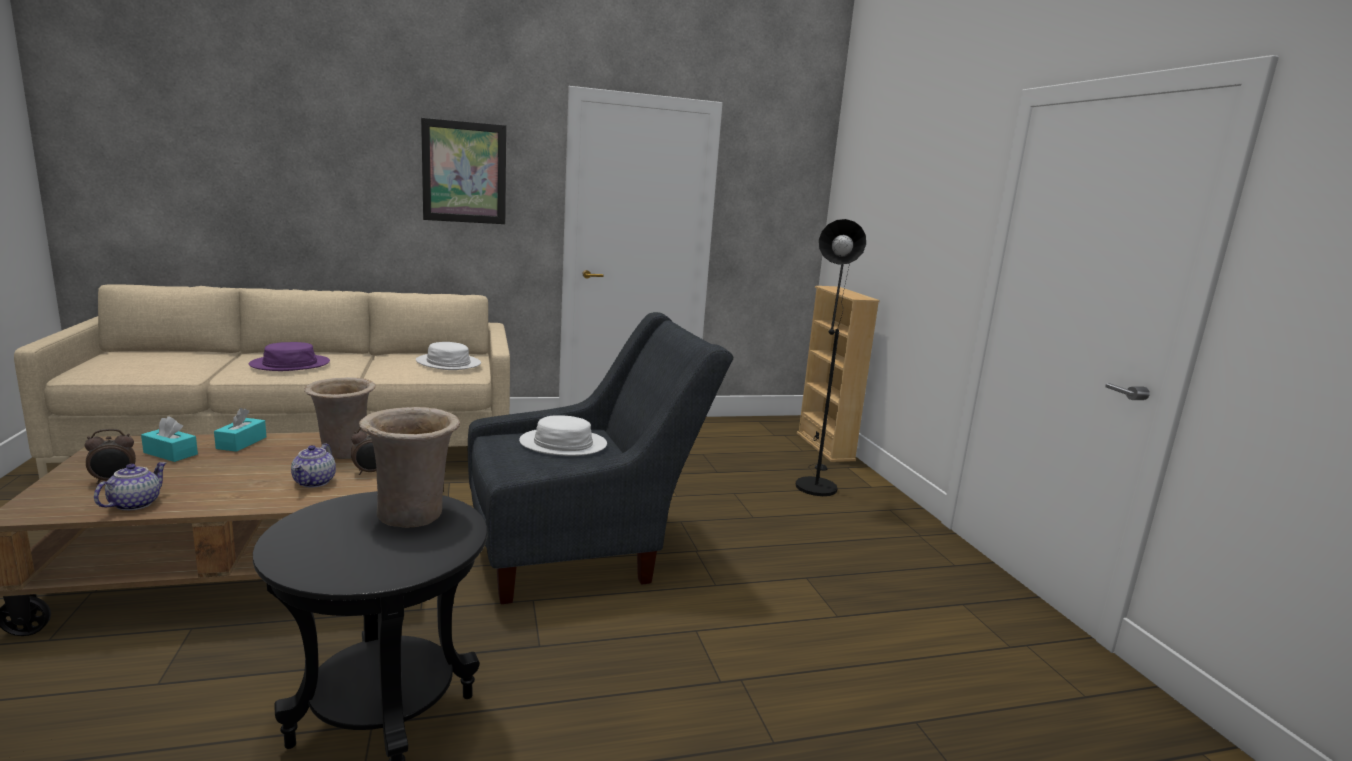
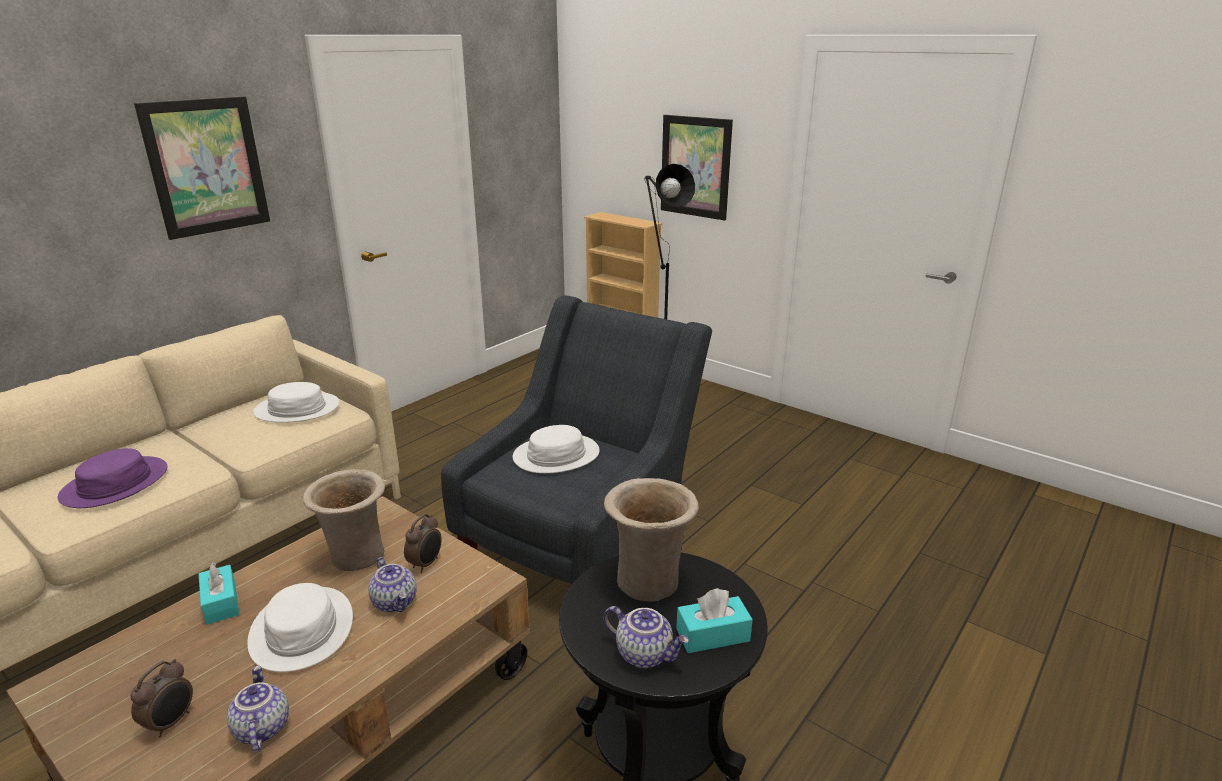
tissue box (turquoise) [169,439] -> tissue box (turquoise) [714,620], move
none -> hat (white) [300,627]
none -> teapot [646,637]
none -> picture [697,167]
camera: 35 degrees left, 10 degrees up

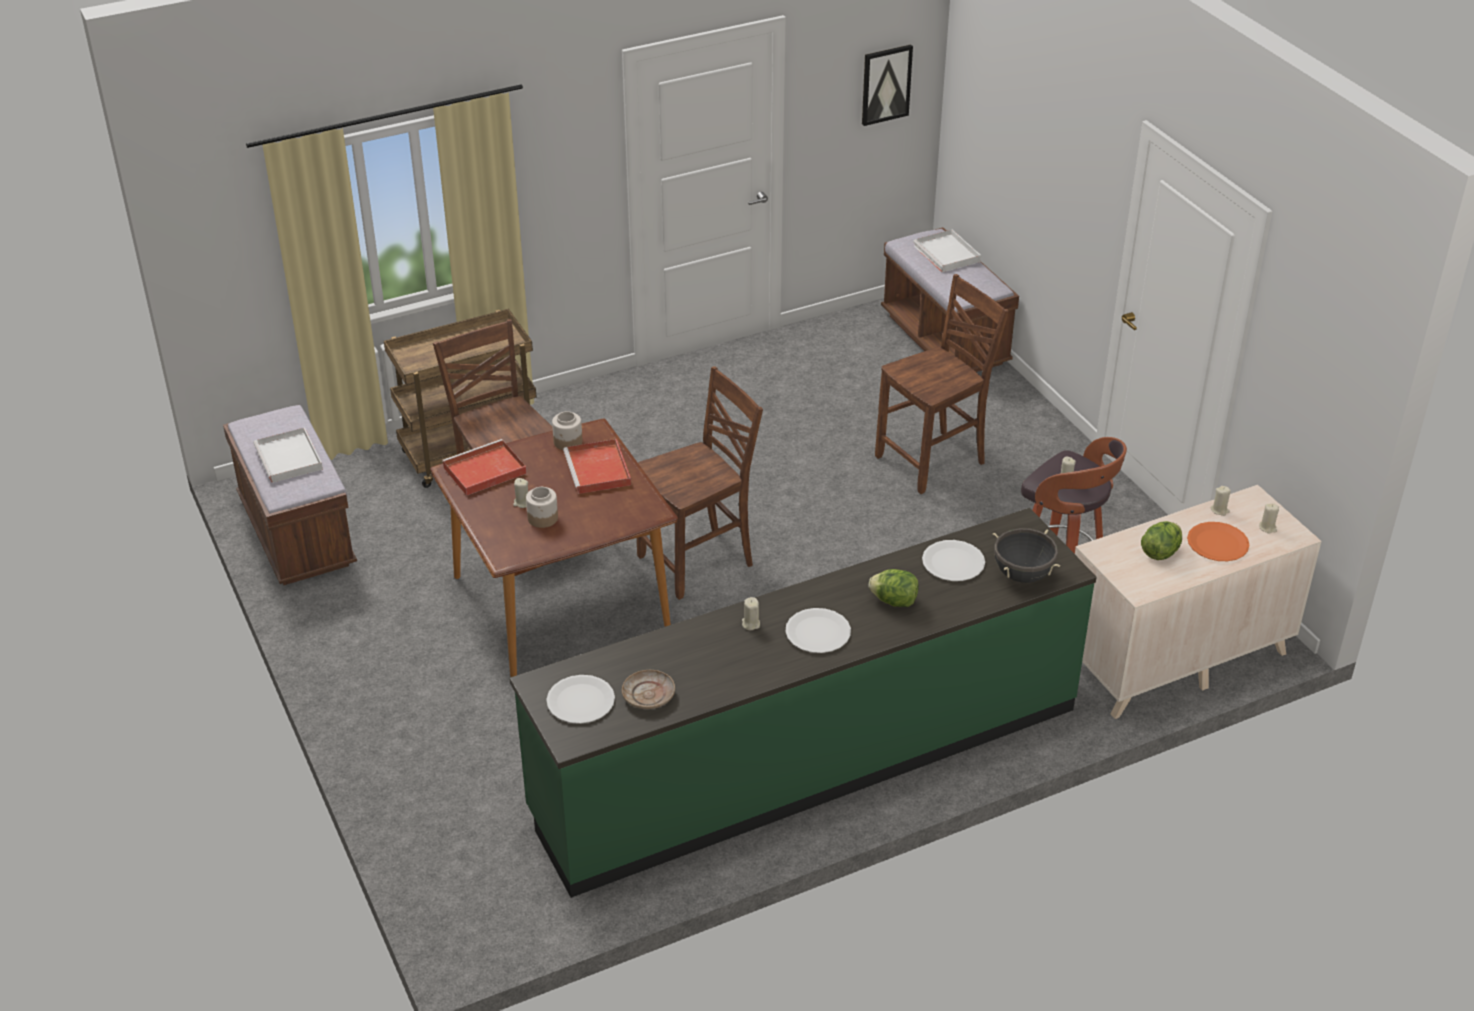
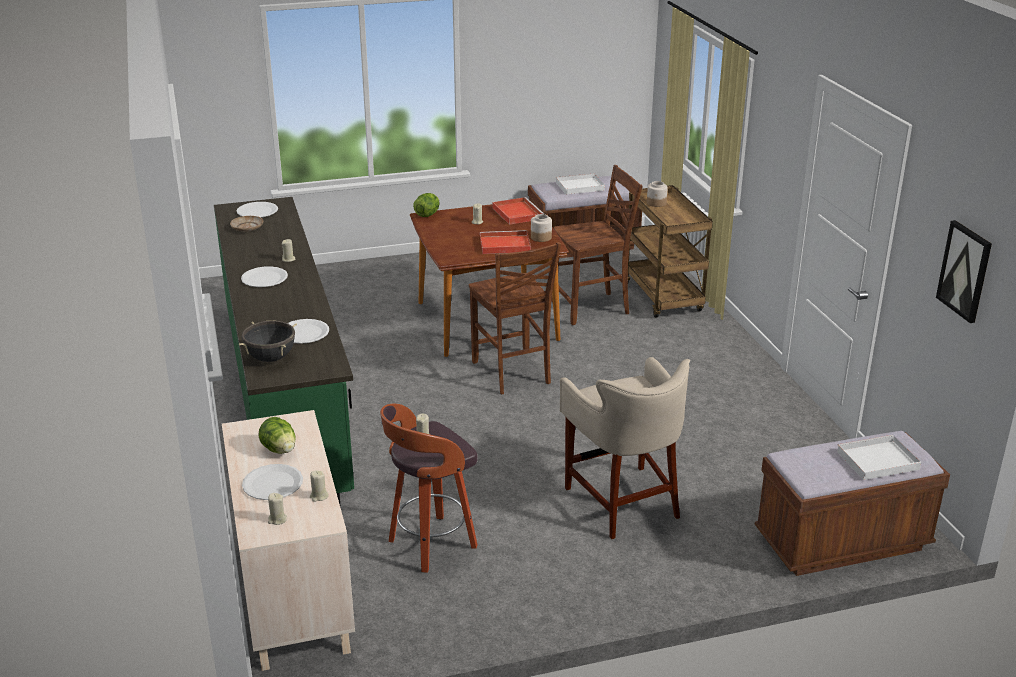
jar [542,507] -> jar [657,194], move
lettuce [893,588] -> lettuce [426,205], move
chair (brown) [942,384] -> stool (beige) [625,448]
plate (orange) [1218,541] -> plate (white) [272,482]
camera: 100 degrees right, 10 degrees down

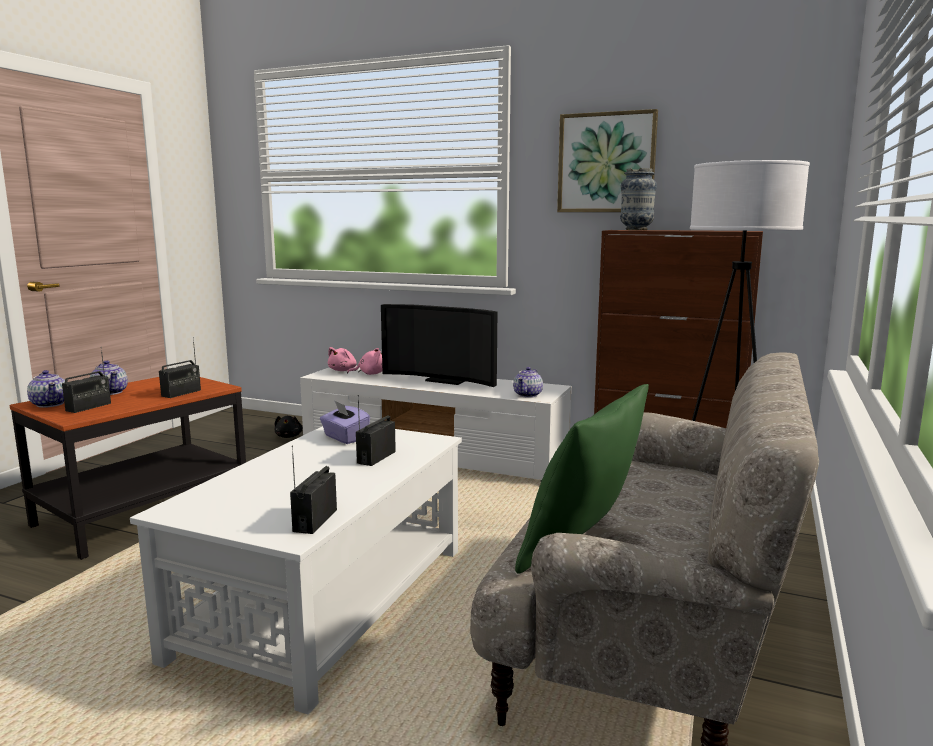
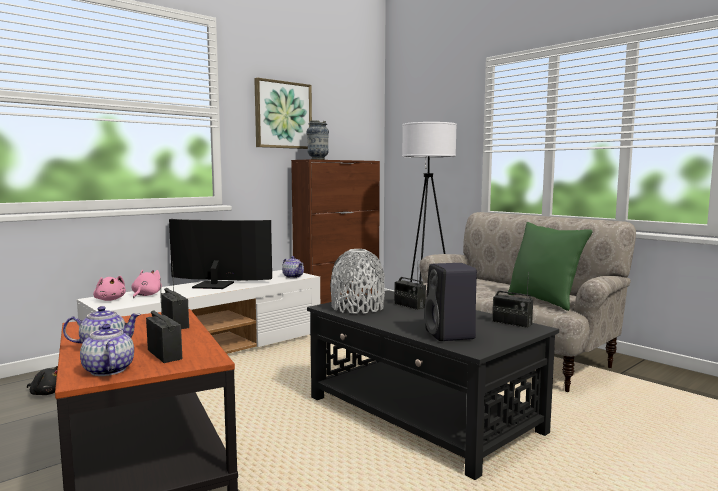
teapot [46,389] -> teapot [107,350], 105 degrees counterclockwise
coffee table (white) [296,570] -> coffee table (black) [433,385]
tissue box (purple) [345,422] -> vase (grey) [357,281]
television [439,345] -> television [220,254], 135 degrees counterclockwise
none -> speaker (black) [450,302]
camera: 65 degrees left, 5 degrees down

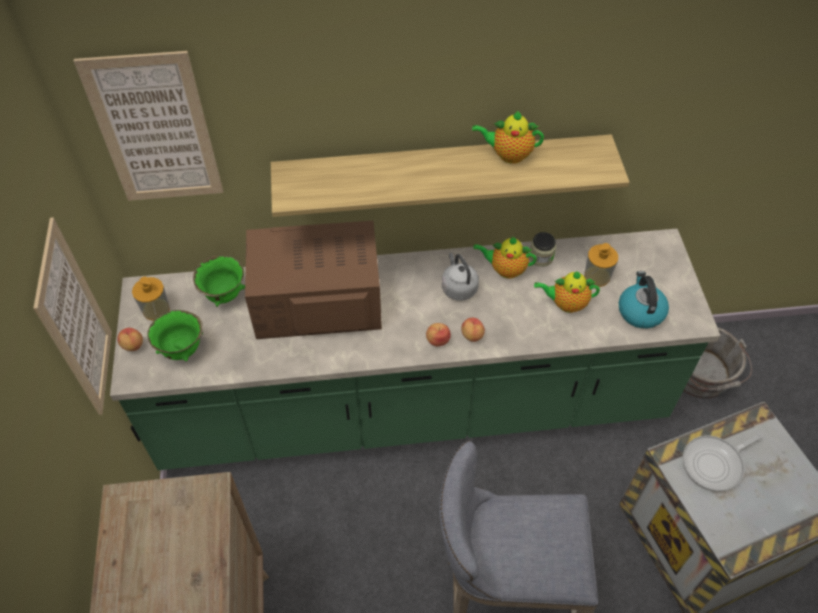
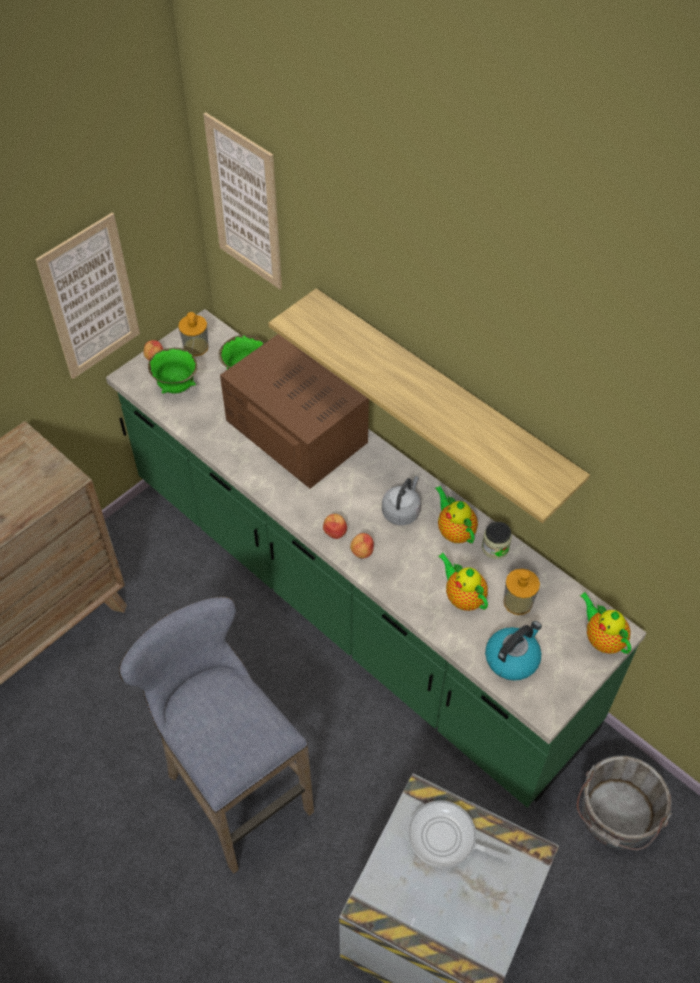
teapot [508,137] -> teapot [605,623], move
camera: 50 degrees right, 0 degrees up

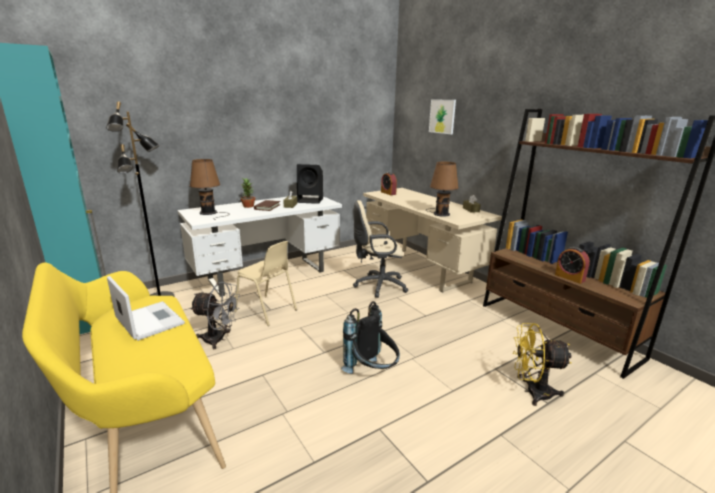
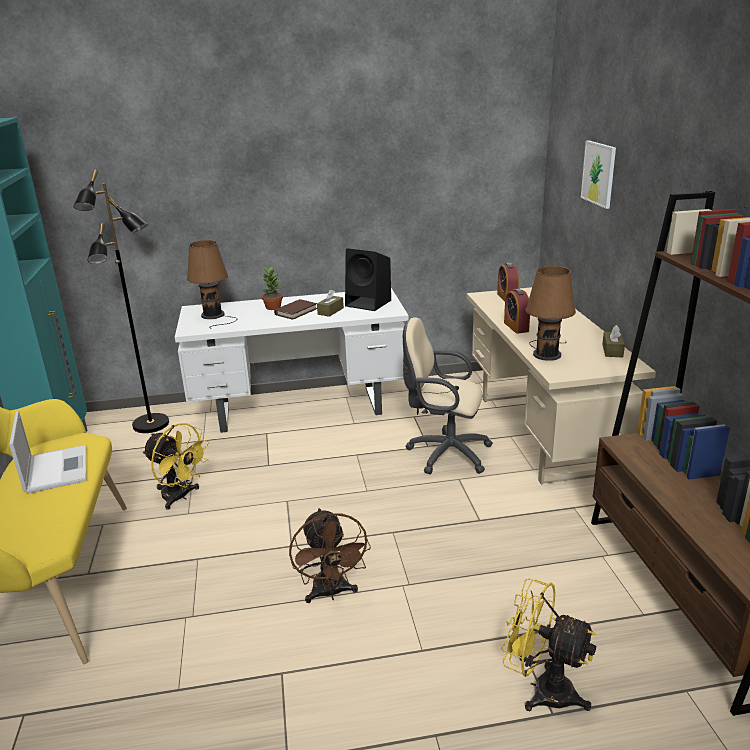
fan (grey) [215,315] -> fan (yellow) [176,466]
chair (beige) [265,283] -> none
backpack (black) [370,337] -> fan (brown) [330,555]
alarm clock [572,265] -> alarm clock [517,311], move
camera: 25 degrees right, 5 degrees up

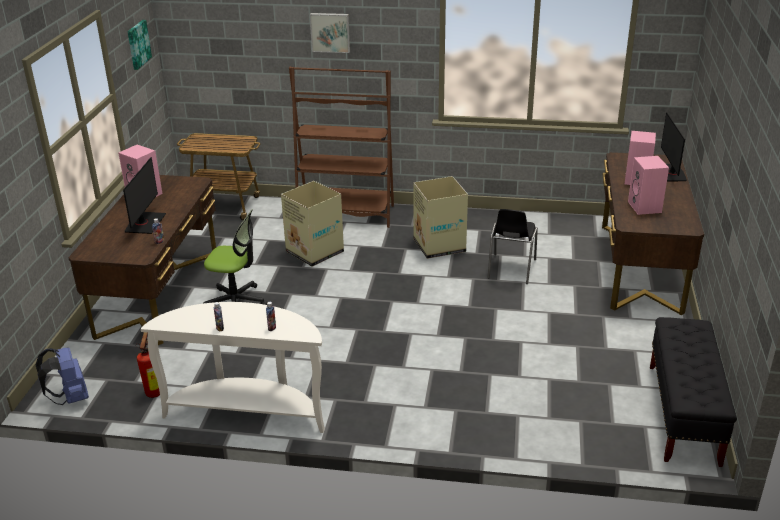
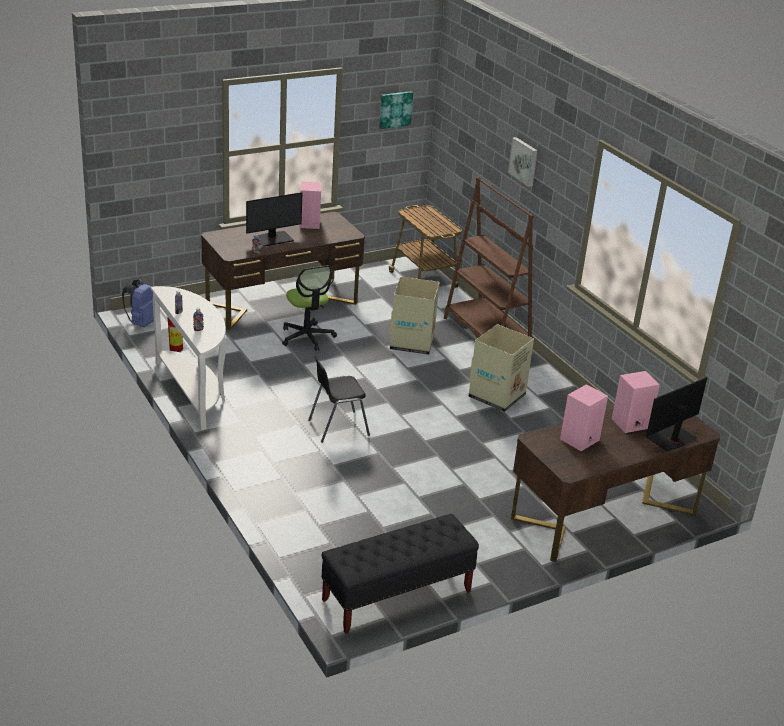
chair (black) [512,246] -> chair (black) [339,399], move
camera: 50 degrees right, 0 degrees up

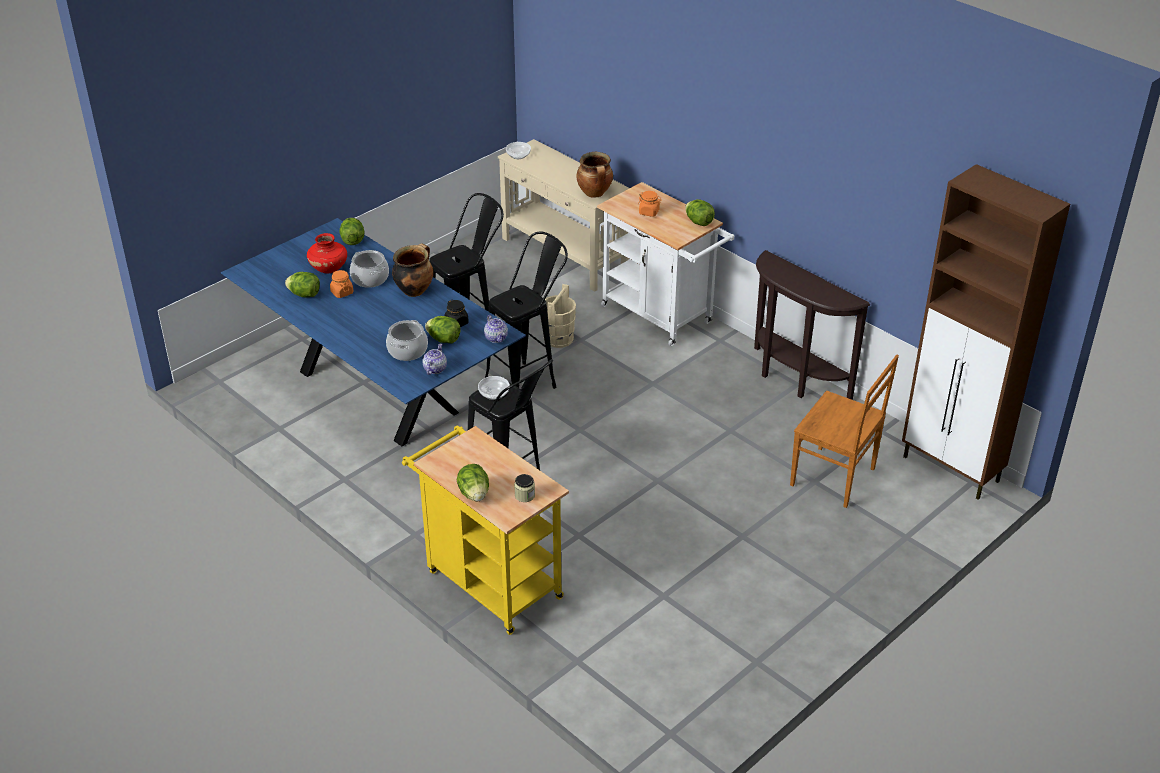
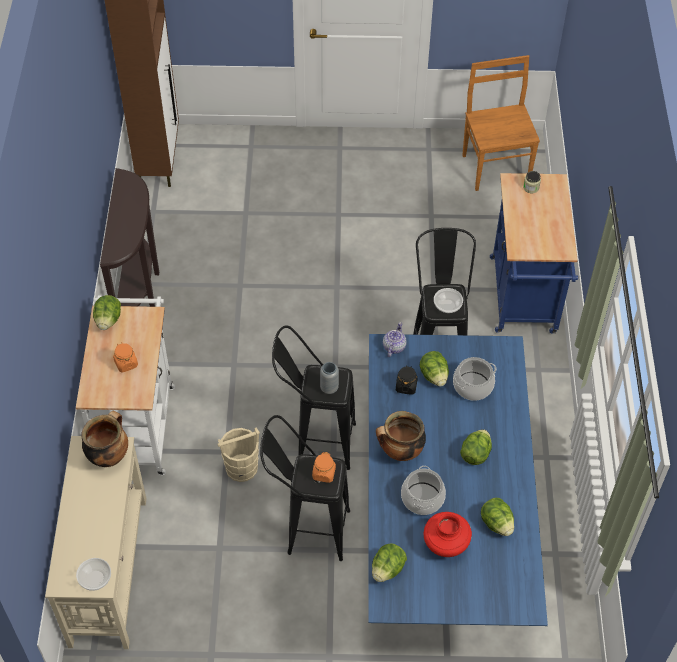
jar (orange) [341,284] -> jar (orange) [324,467], move
cart (yellow) [485,530] -> cart (blue) [534,253]
teapot [434,359] -> none
lettuce [473,482] -> lettuce [476,447], move
chair (brown) [844,431] -> chair (brown) [501,123], move
none -> vase (grey) [329,378]
camera: 135 degrees left, 15 degrees up

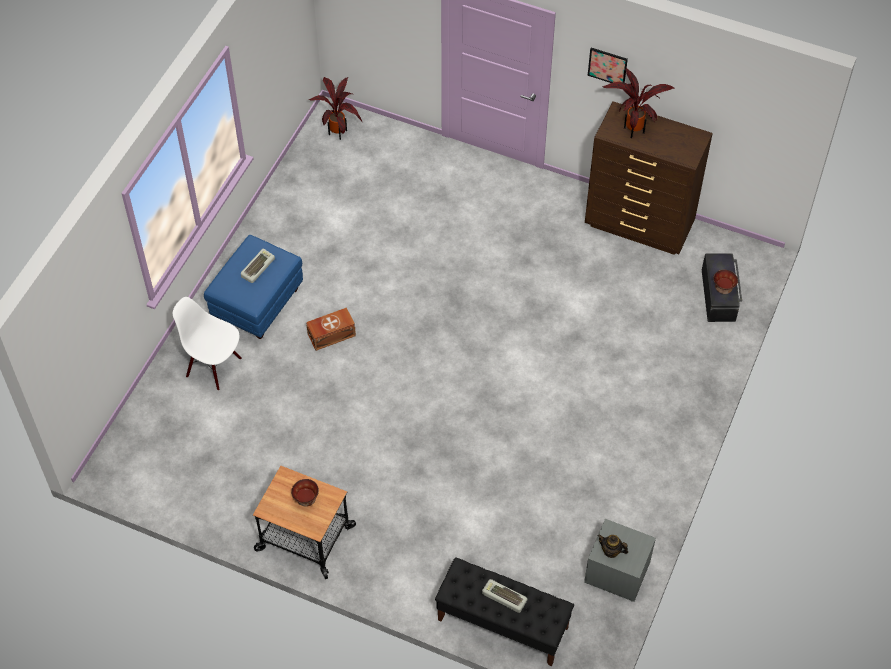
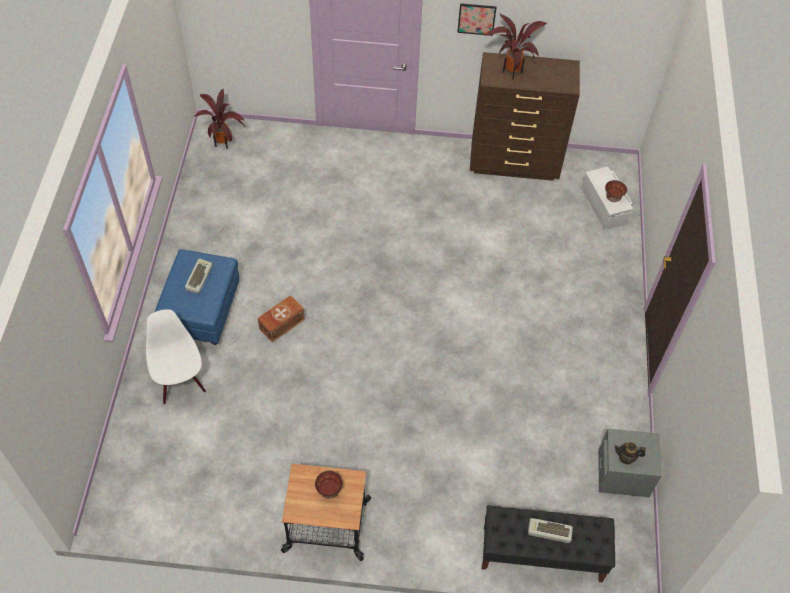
chair (white) [207,344] -> chair (white) [176,356], 60 degrees clockwise
storage box (black) [722,287] -> storage box (white) [607,198]
camera: 20 degrees left, 0 degrees up

